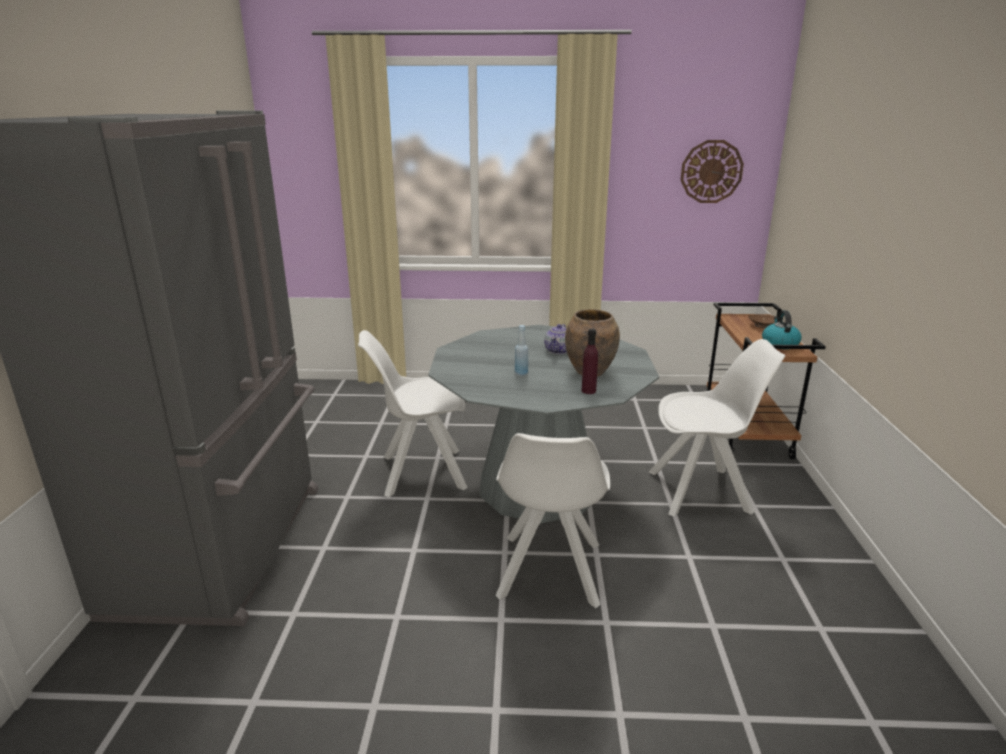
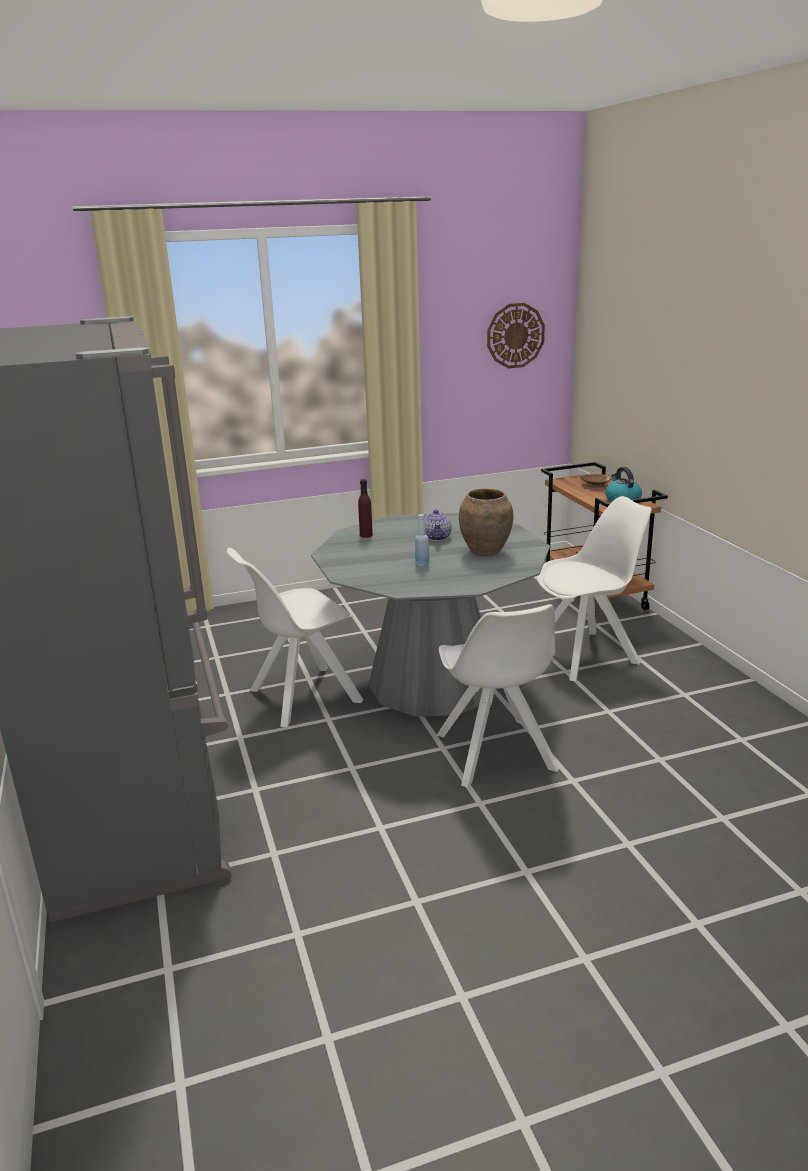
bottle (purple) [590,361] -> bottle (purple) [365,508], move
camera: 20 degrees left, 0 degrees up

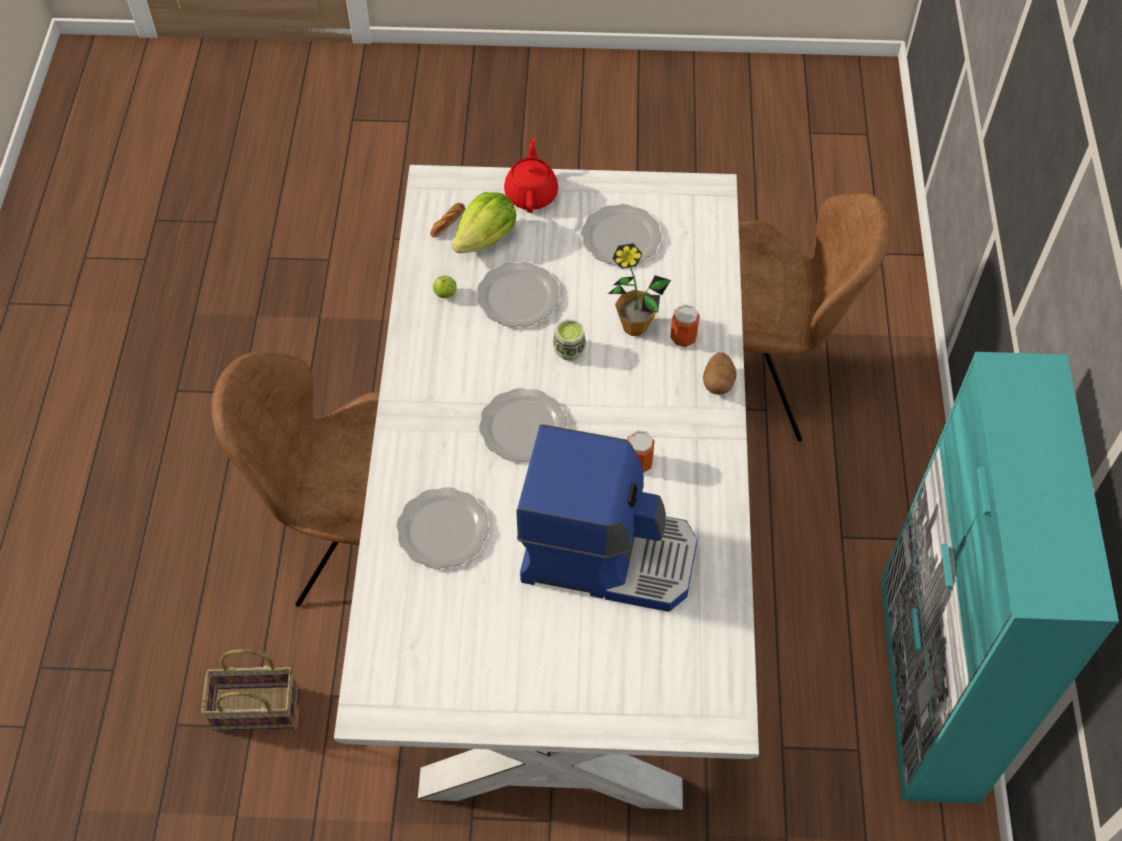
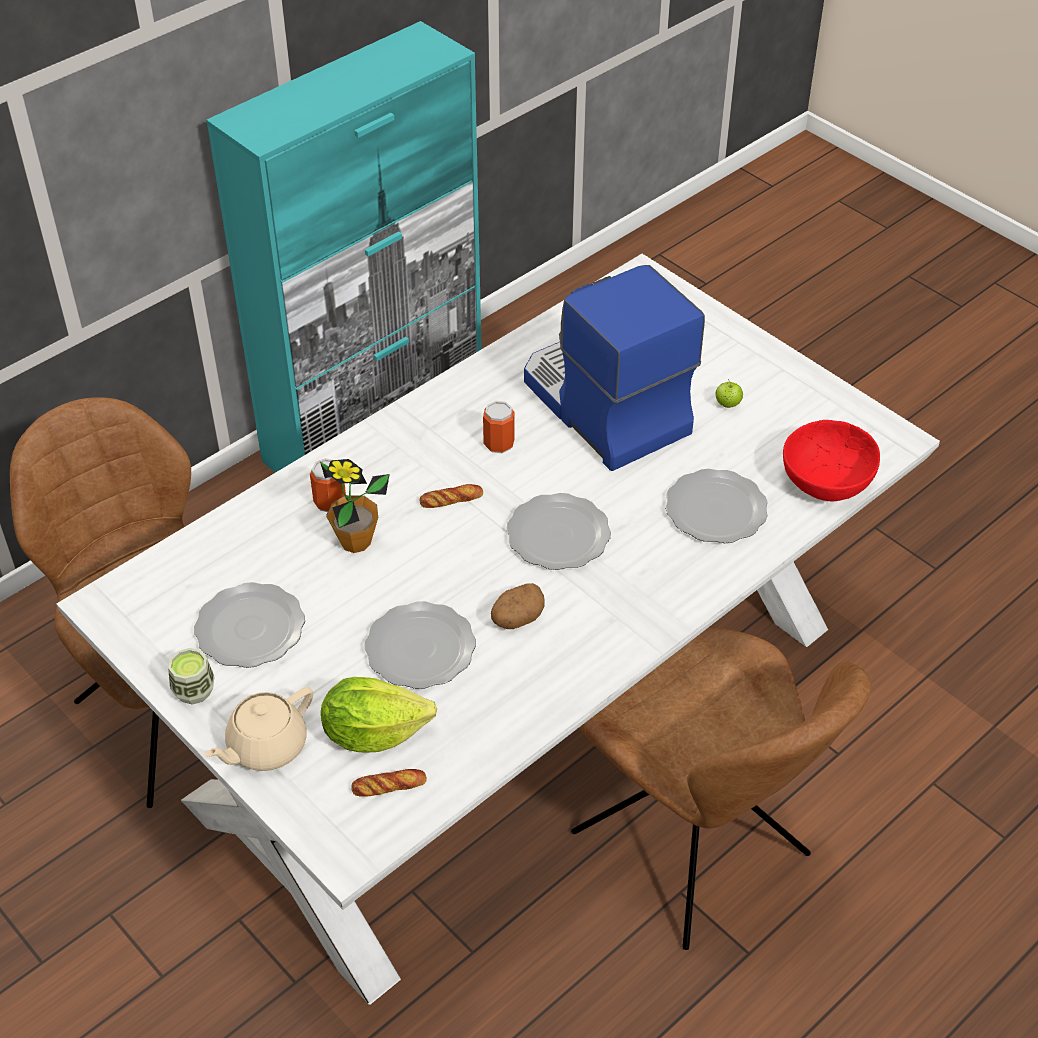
basket [249,690] -> none
apple [445,287] -> apple [729,393], move
teapot (red) [531,175] -> teapot (beige) [259,729]
cup [569,340] -> cup [191,676], move
potato [719,374] -> potato [517,606], move
none -> bread [451,496]
none -> bowl (red) [831,461]
camera: 135 degrees left, 10 degrees down

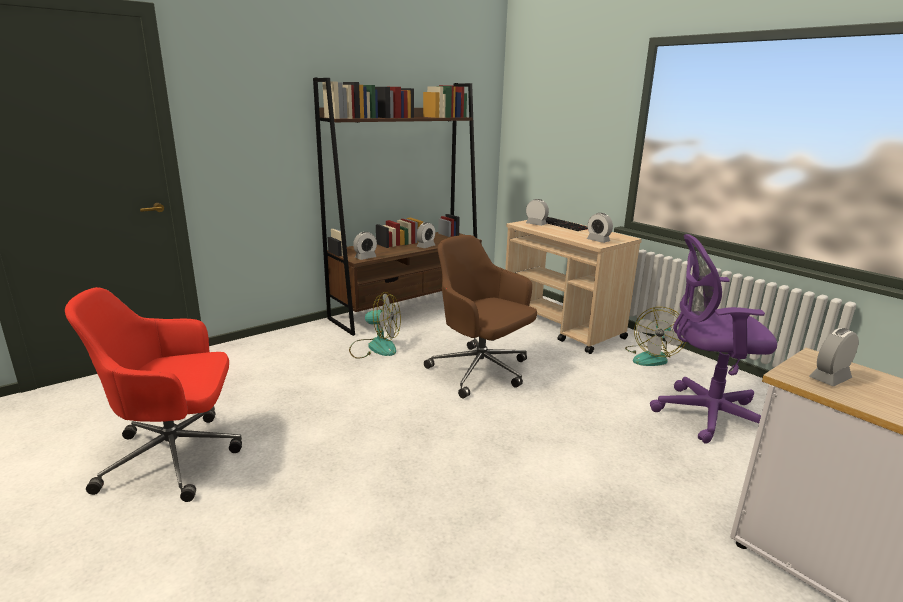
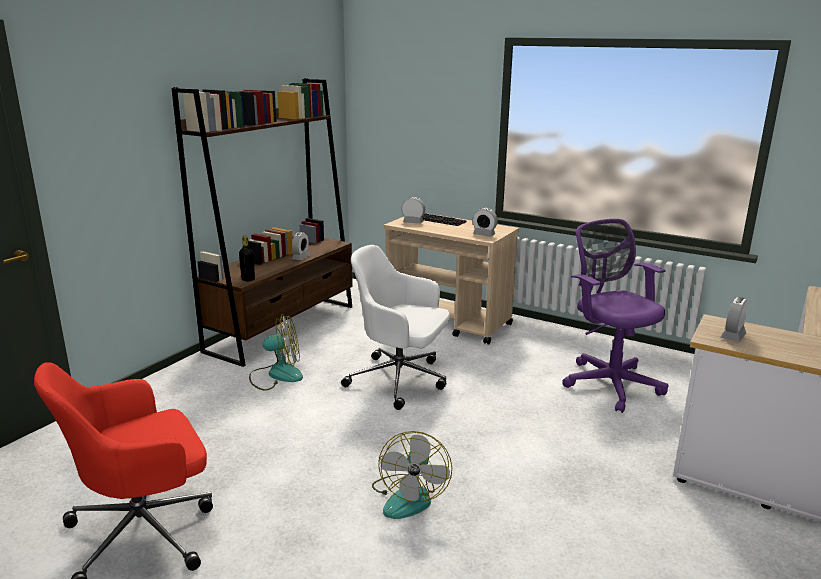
alarm clock [365,246] -> bottle (black) [247,258]
office chair (brown) [480,317] -> office chair (white) [395,327]
fan [655,336] -> fan [412,475], move
office chair (purple) [713,339] -> office chair (purple) [615,316], 75 degrees clockwise
camera: 20 degrees left, 0 degrees up

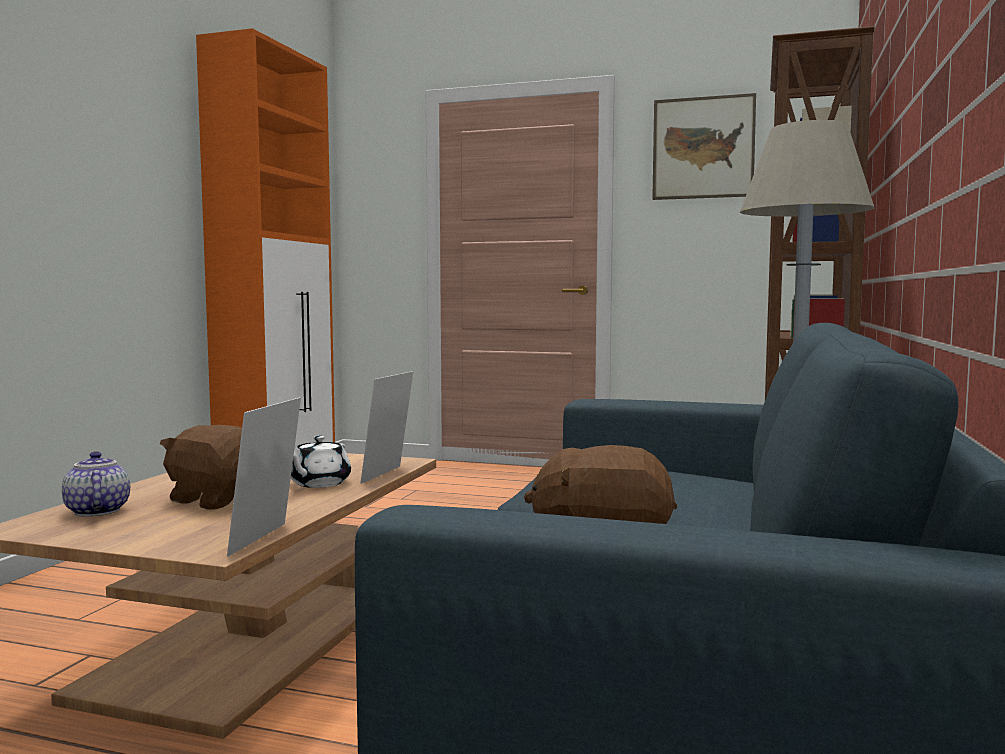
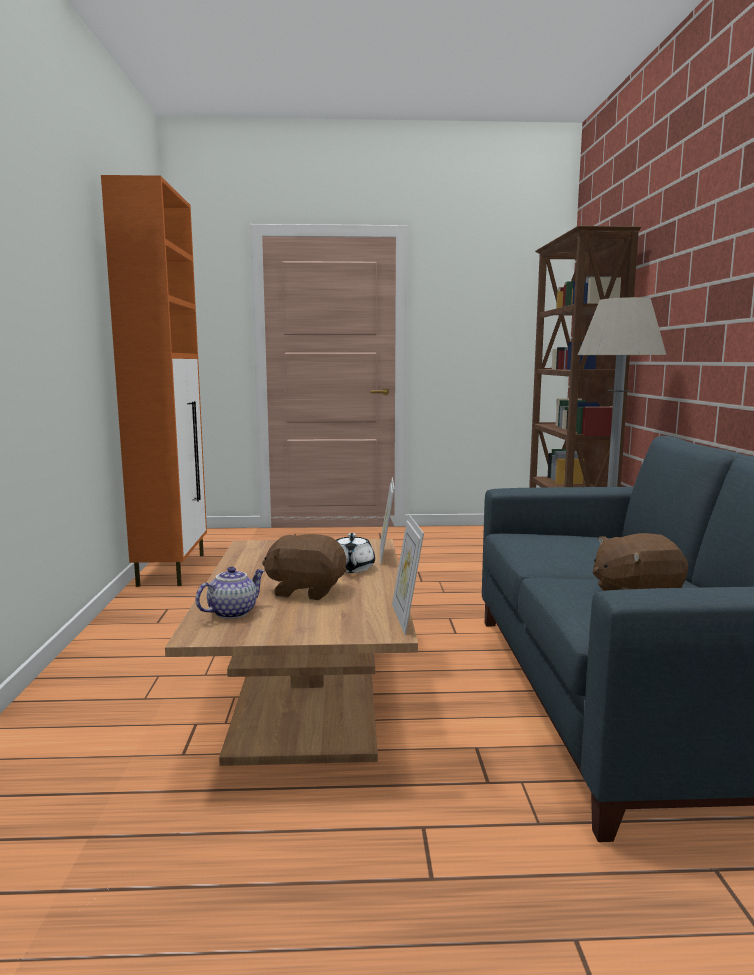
teapot [96,484] -> teapot [230,593], 90 degrees clockwise
picture [704,146] -> none
camera: 20 degrees left, 5 degrees up

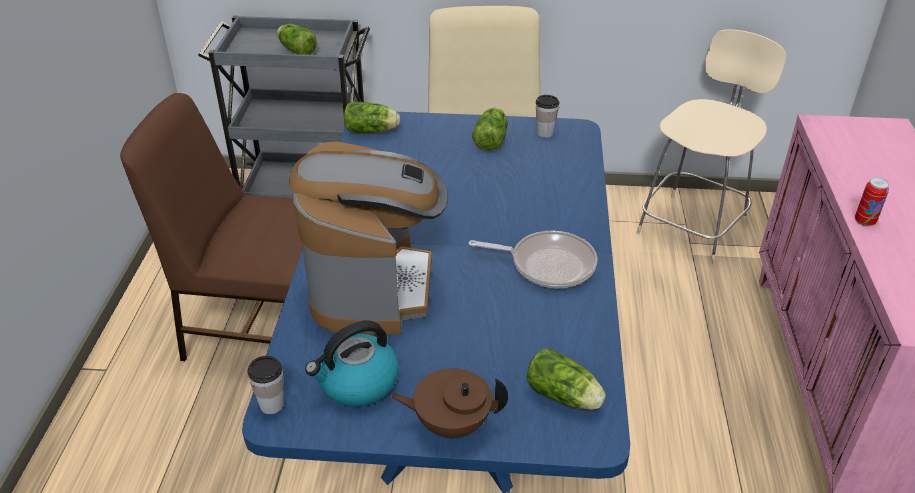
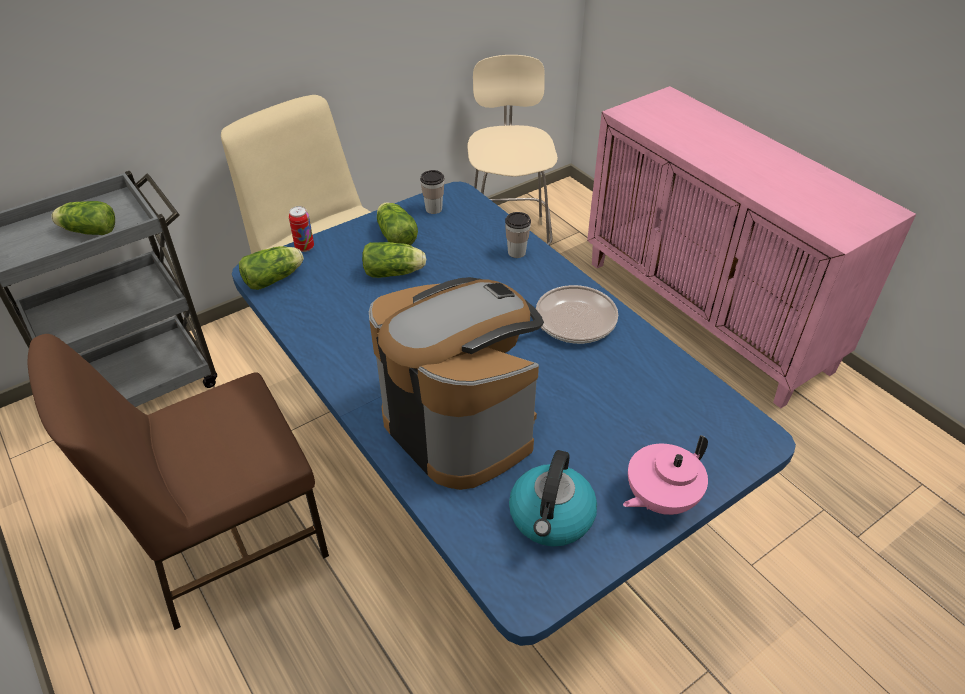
cup [266,385] -> cup [518,235], move
teapot (brown) [449,403] -> teapot (pink) [665,475]
lettuce [566,379] -> lettuce [394,260], move
can [872,201] -> can [301,229], move
camera: 40 degrees left, 5 degrees up

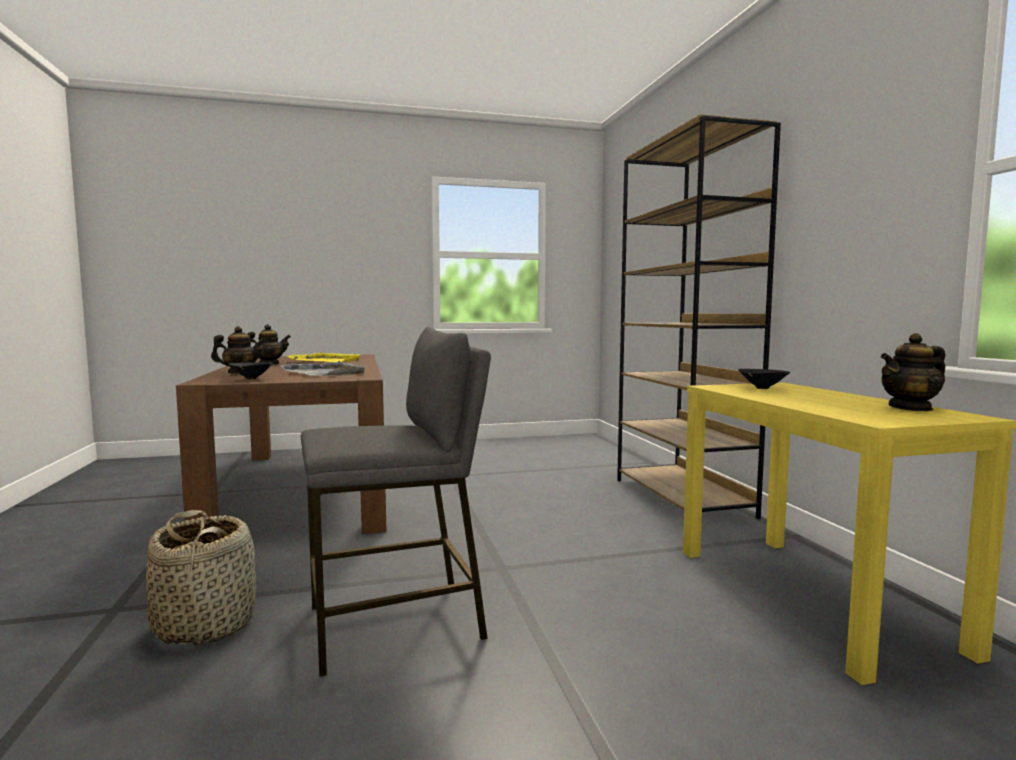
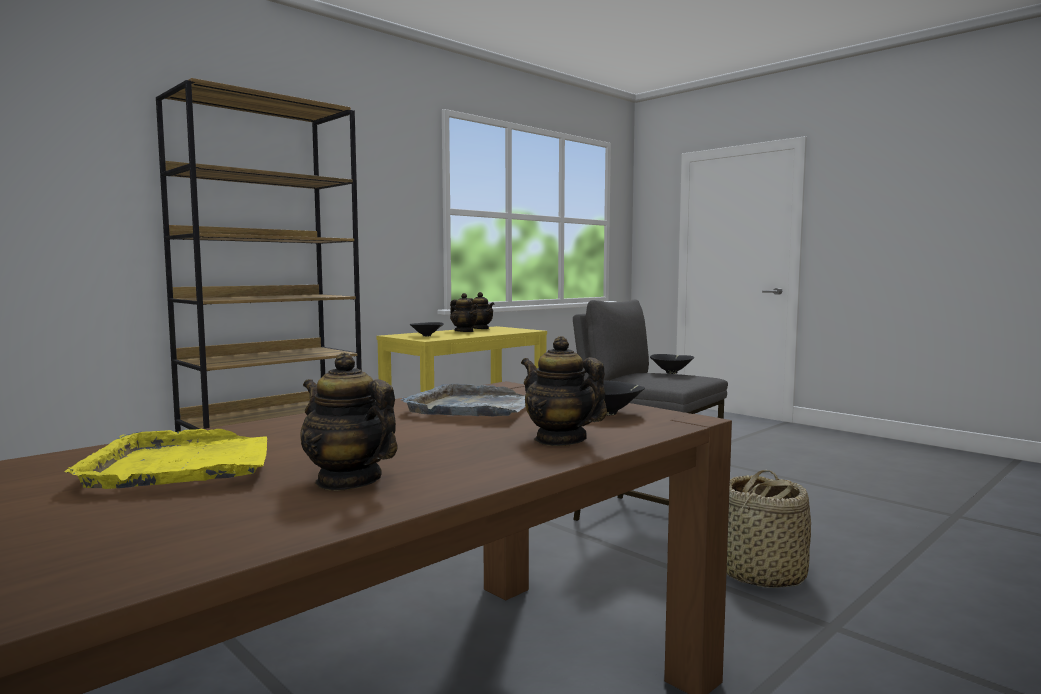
none -> teapot [464,312]
none -> bowl (black) [672,364]
camera: 120 degrees left, 0 degrees up

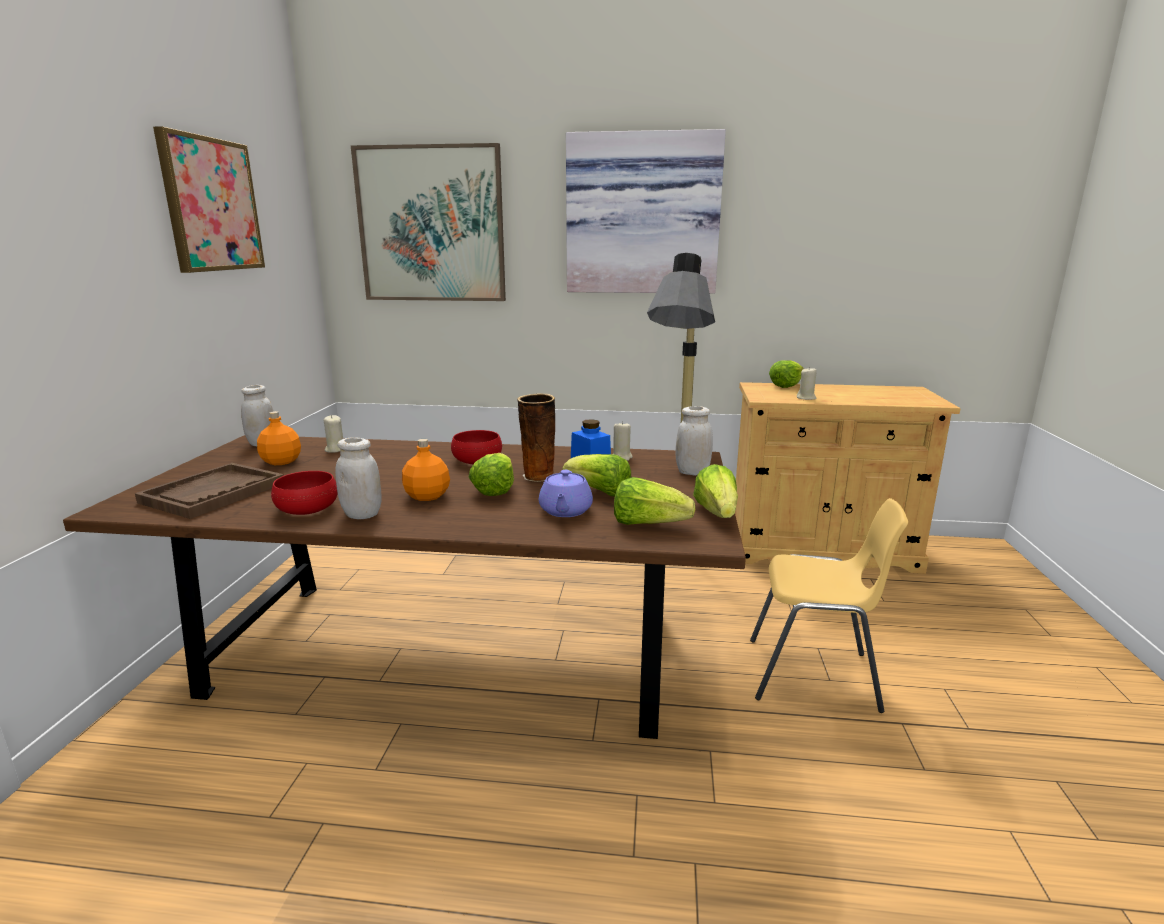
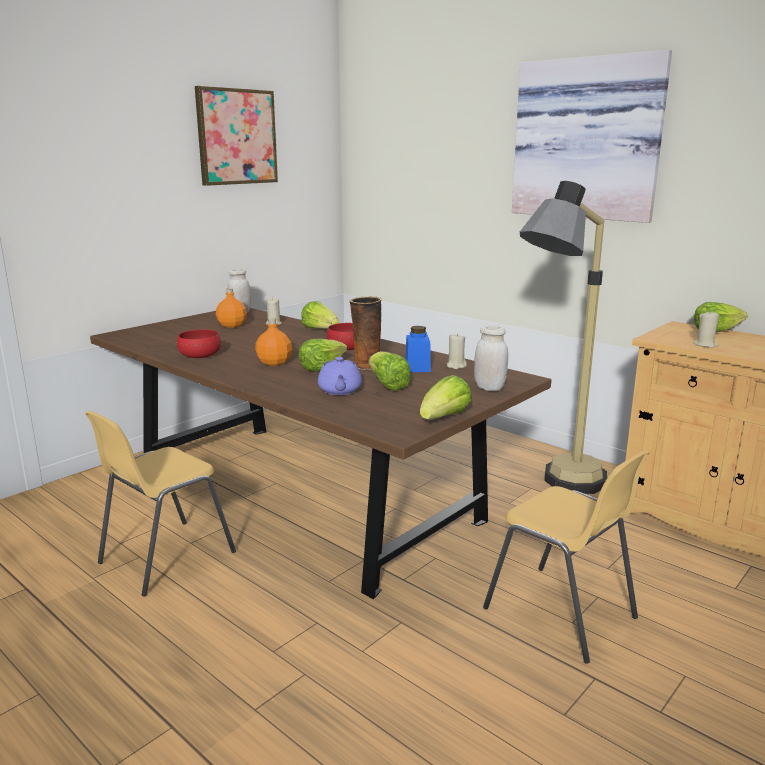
tray (brown) [209,491] -> none
jar (white) [358,478] -> none
picture [428,222] -> none
teapot (purple) [566,493] -> teapot (purple) [340,376], 45 degrees counterclockwise
lettuce [654,501] -> lettuce [320,315], move
none -> chair (yellow) [160,504]
camera: 35 degrees right, 0 degrees up

